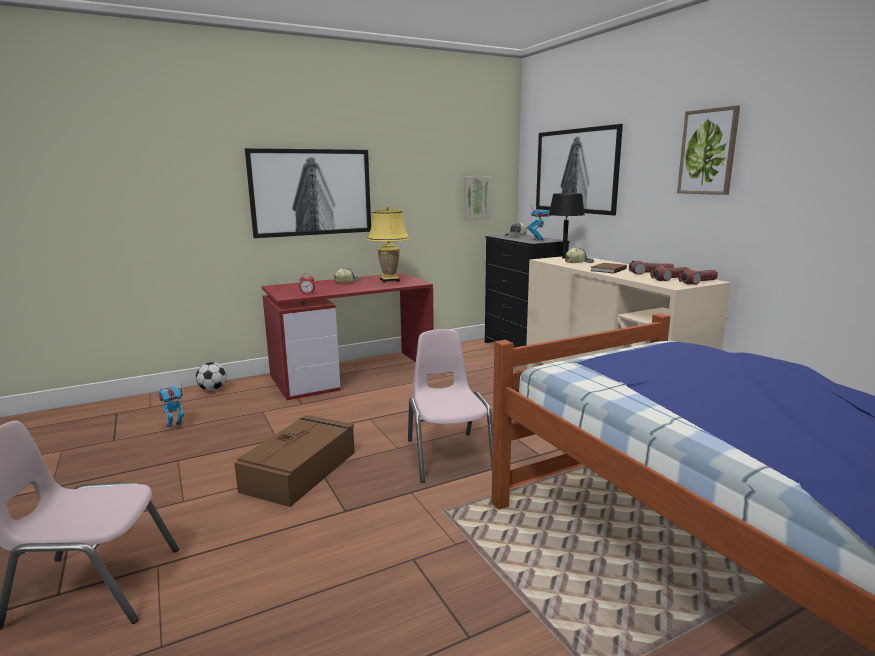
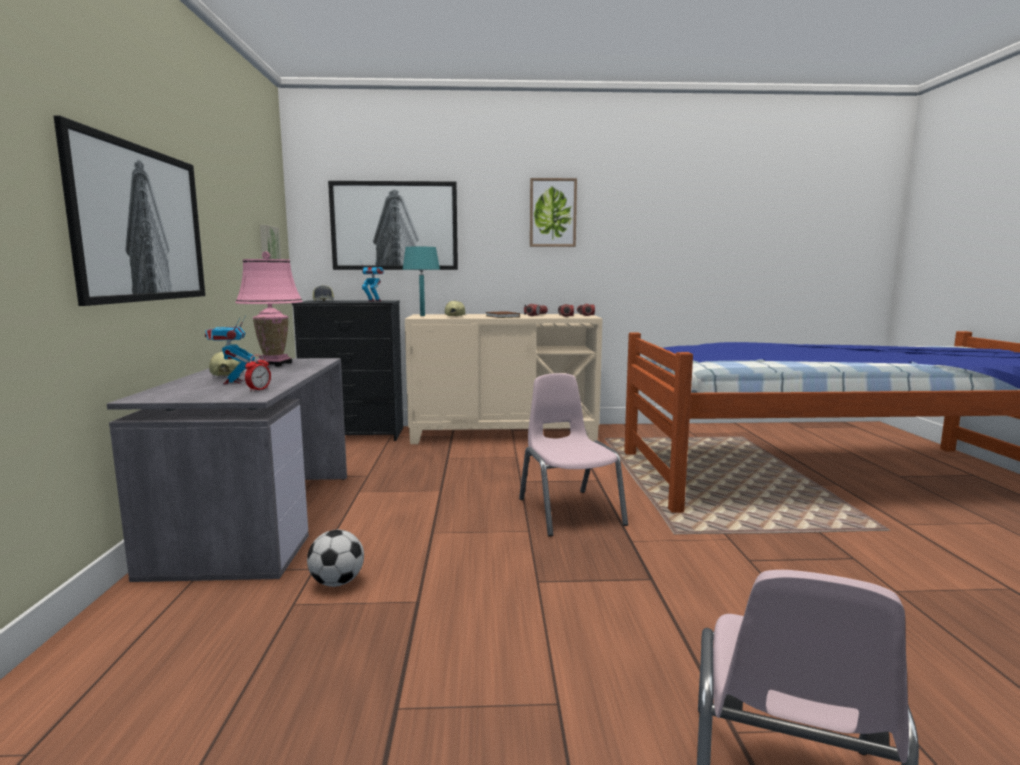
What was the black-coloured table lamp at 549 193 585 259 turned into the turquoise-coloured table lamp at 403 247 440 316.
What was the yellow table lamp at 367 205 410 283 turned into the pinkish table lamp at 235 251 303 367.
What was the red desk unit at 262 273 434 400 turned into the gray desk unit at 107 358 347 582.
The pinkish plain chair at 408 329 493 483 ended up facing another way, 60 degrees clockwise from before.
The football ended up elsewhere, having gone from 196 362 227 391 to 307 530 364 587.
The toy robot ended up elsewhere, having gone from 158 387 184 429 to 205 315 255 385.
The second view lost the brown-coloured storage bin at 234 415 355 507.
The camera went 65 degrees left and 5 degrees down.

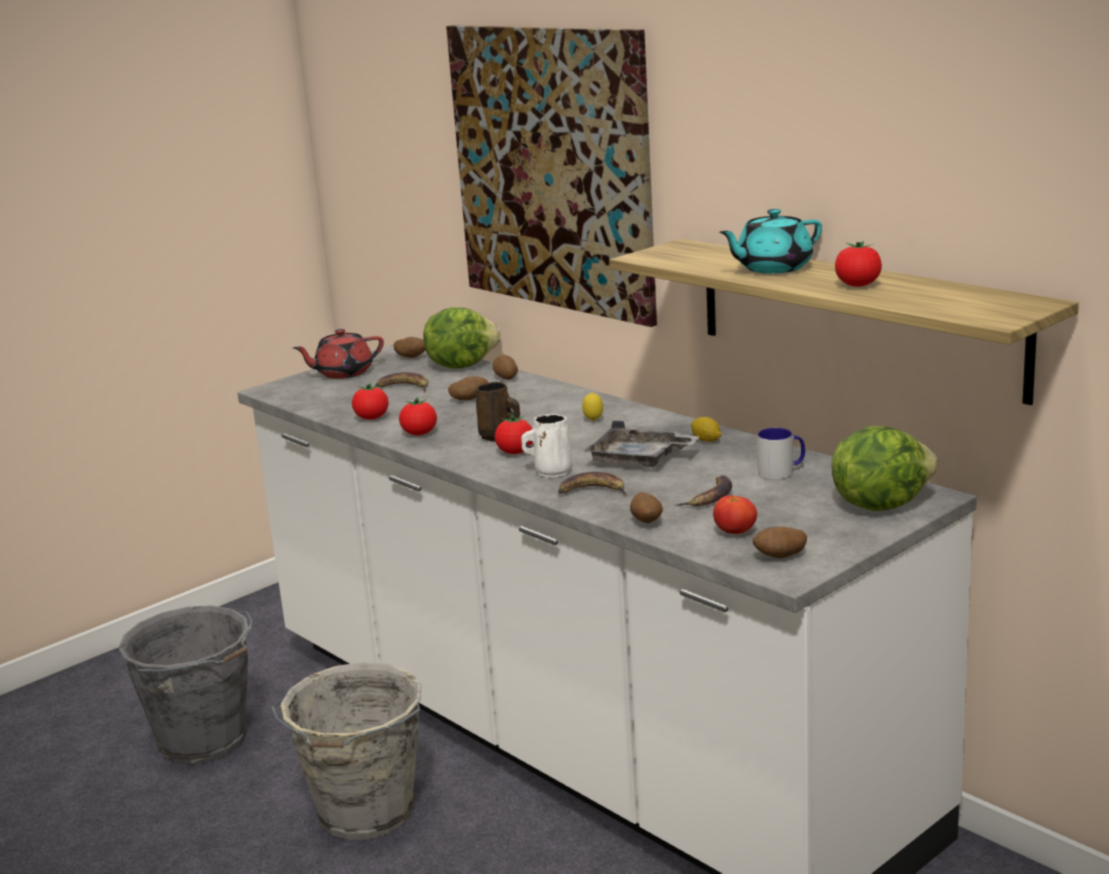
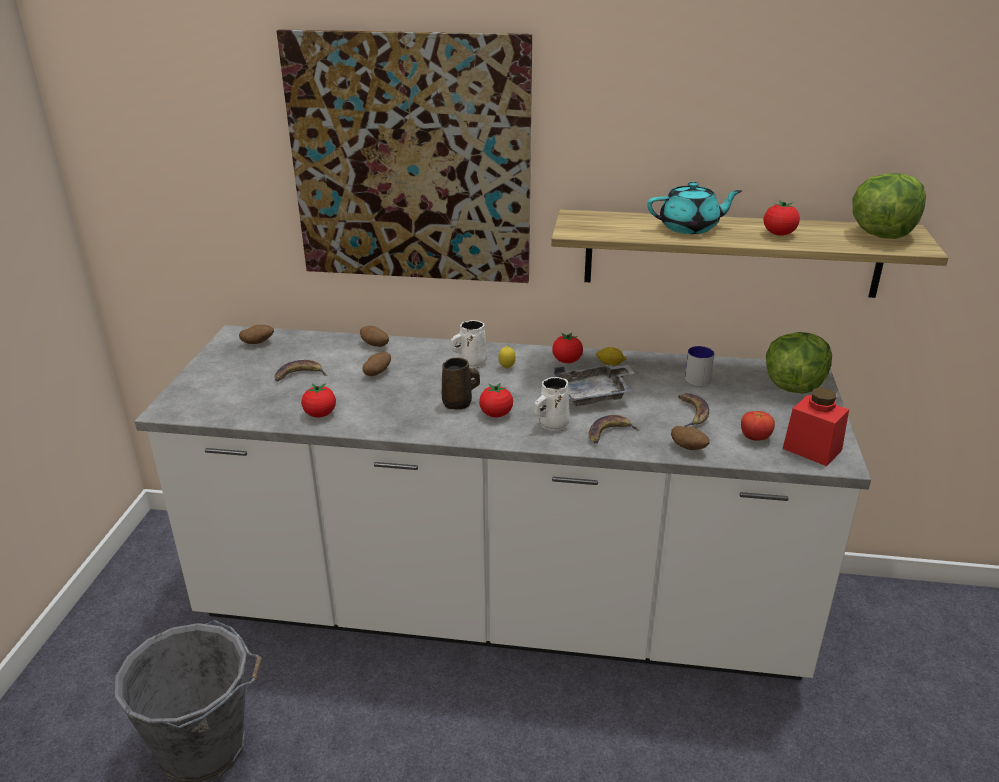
The turquoise-coloured teapot at 719 209 822 273 ended up facing another way, 120 degrees counterclockwise from before.
The lettuce head ended up elsewhere, having gone from 423 307 501 369 to 852 173 926 239.
The second view lost the red teapot at 293 329 384 379.
The fresh tomato ended up elsewhere, having gone from 399 397 437 435 to 552 333 583 363.
Where the potato stood at 753 527 807 558, the red jar came to stand at 783 387 849 466.
The second view lost the gray bucket at 271 662 421 840.
The second view gained the white-coloured mug at 451 320 487 369.
The camera went 40 degrees left and 10 degrees up.

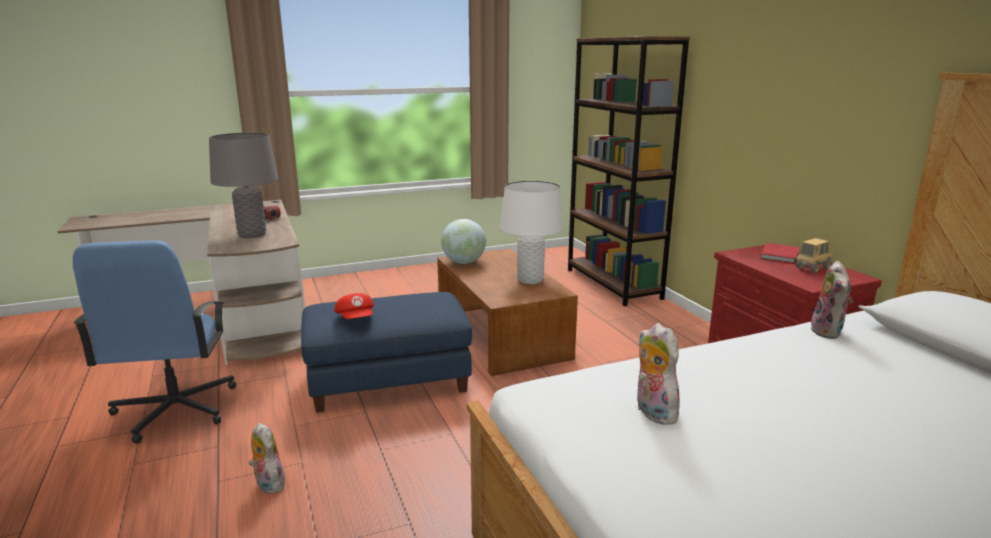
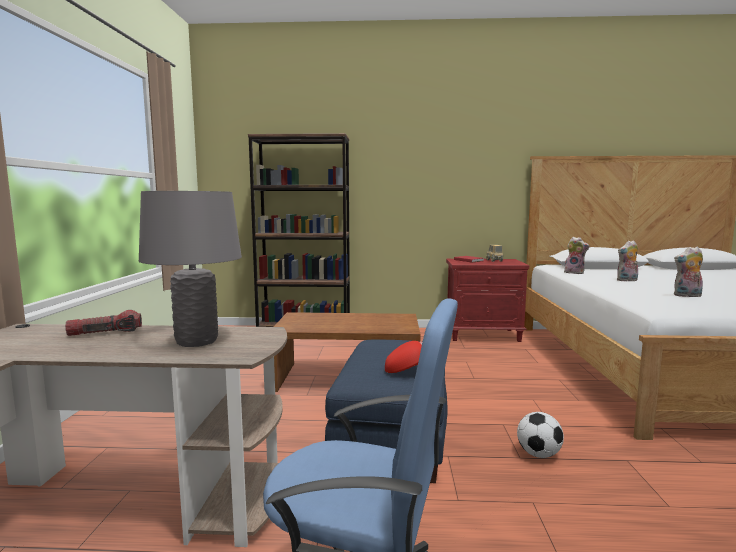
The second view lost the white-coloured table lamp at 501 181 563 284.
The second view lost the globe at 441 219 486 264.
The soft toy ended up elsewhere, having gone from 248 423 285 494 to 617 240 638 282.
The second view gained the football at 517 412 564 458.
The camera went 65 degrees left and 10 degrees down.

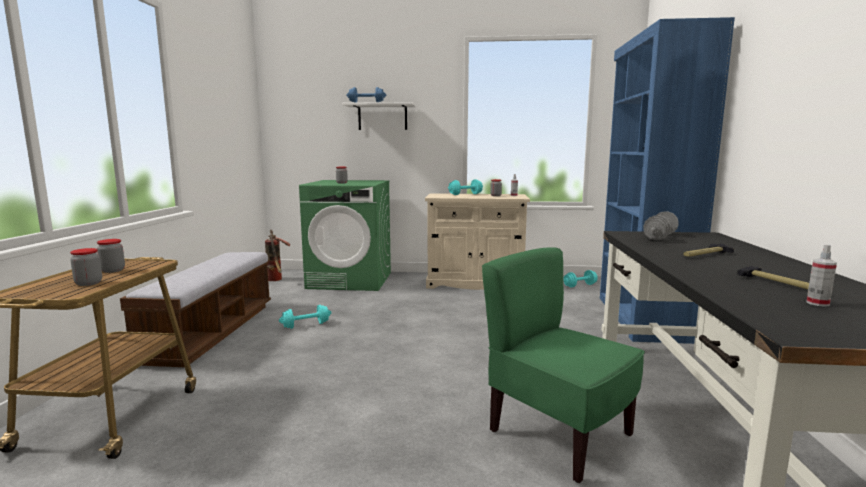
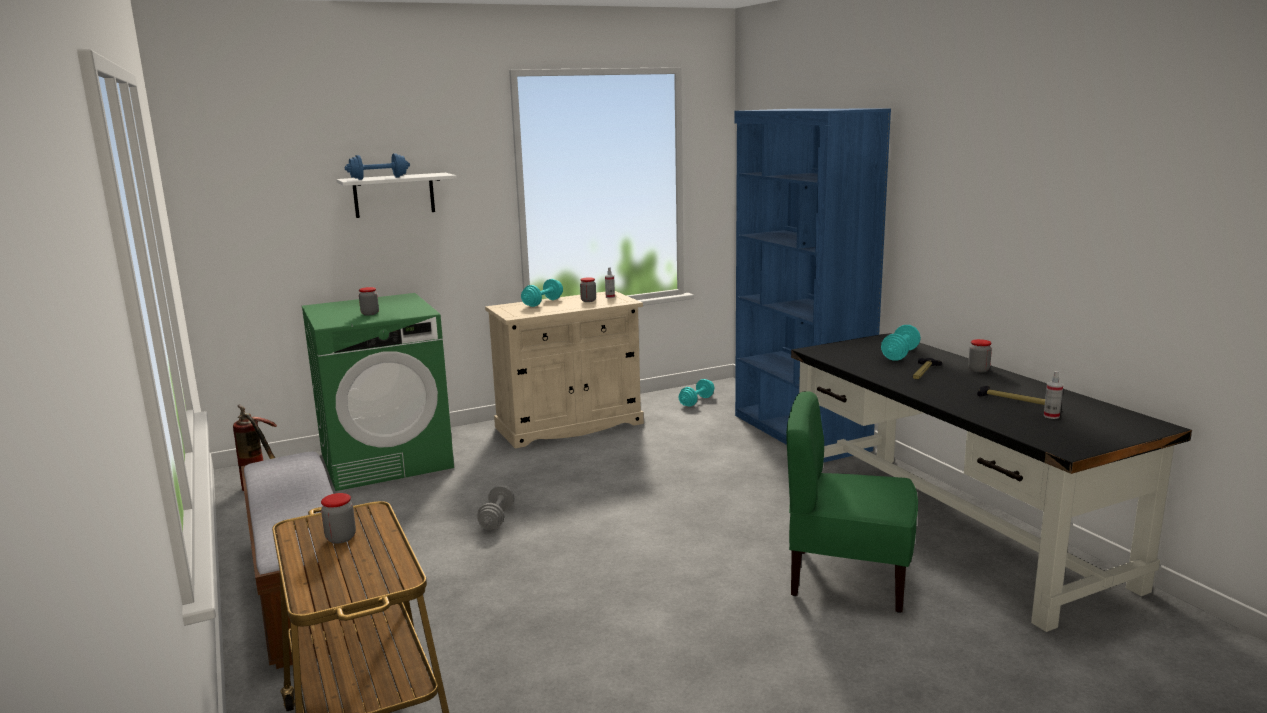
The gray hand weight ended up elsewhere, having gone from 643 211 679 240 to 477 485 515 530.
The jar ended up elsewhere, having gone from 70 248 102 286 to 968 339 992 373.
The turquoise-coloured hand weight ended up elsewhere, having gone from 279 305 331 329 to 881 325 921 361.
The camera went 30 degrees left and 5 degrees up.

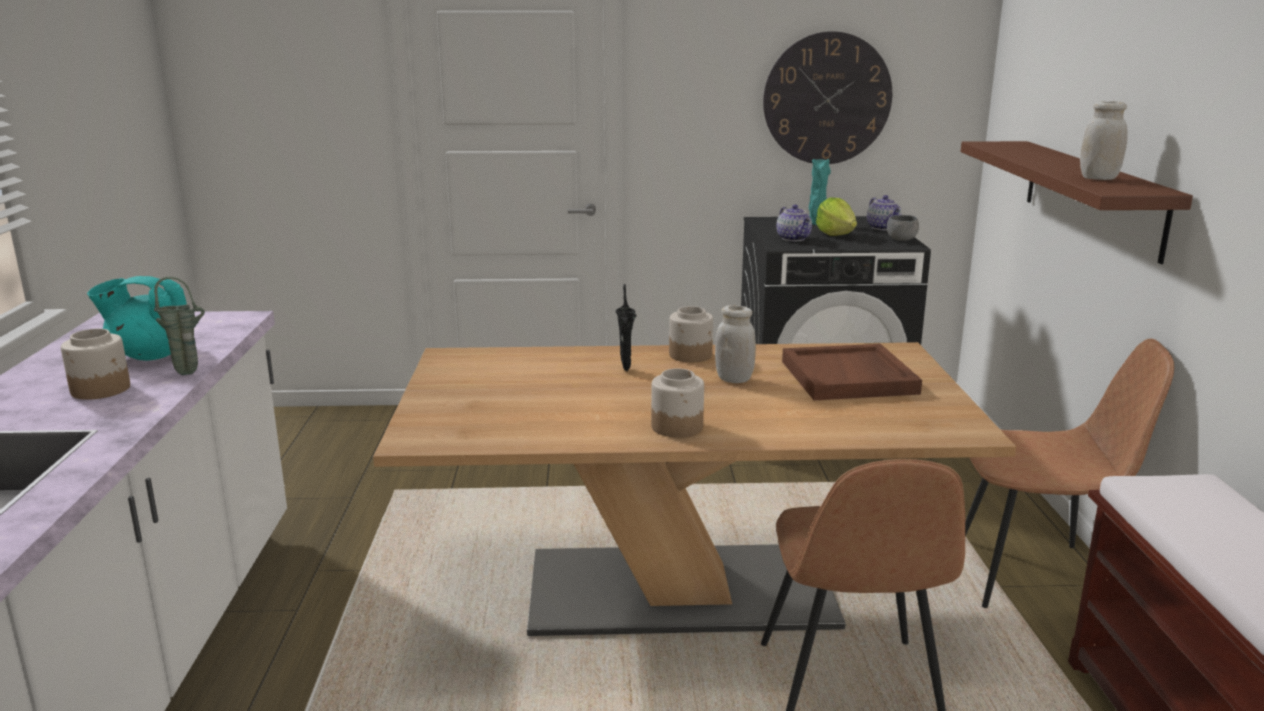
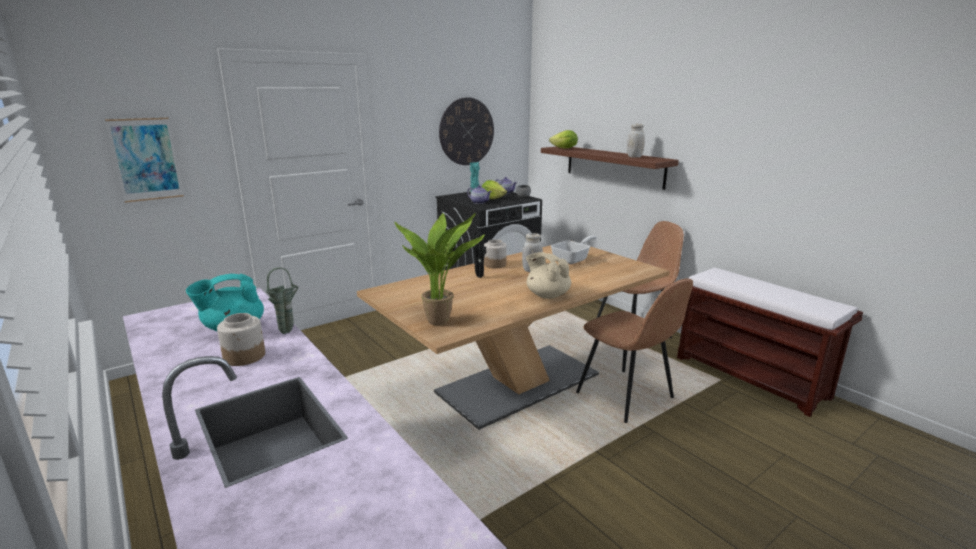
Where the brown-coloured tray stood at 782 344 922 400, the skillet came to stand at 551 236 597 264.
Where the jar stood at 651 369 704 438, the beige-coloured teapot came to stand at 526 252 571 299.
The second view gained the wall art at 105 118 184 203.
The second view gained the lettuce head at 549 130 578 148.
The second view gained the potted plant at 394 213 485 326.
The camera went 35 degrees left and 0 degrees up.

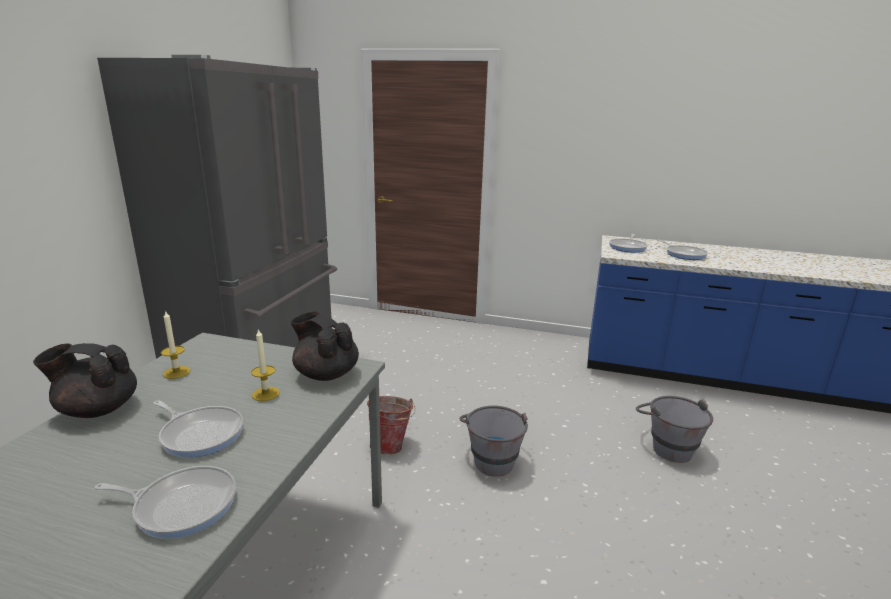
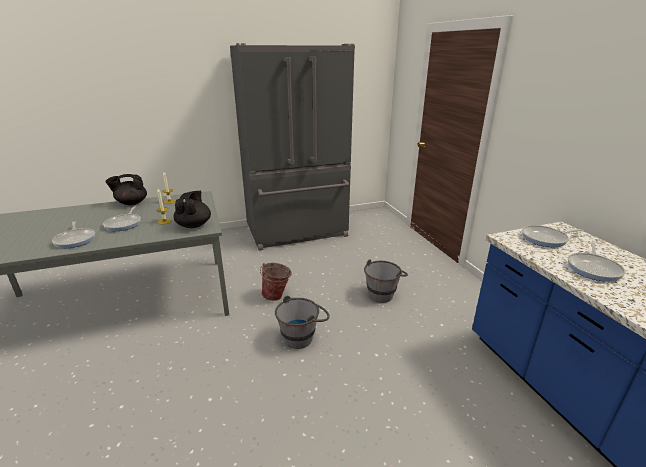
The black-coloured teapot at 33 343 137 418 ended up facing another way, 75 degrees counterclockwise from before.
The gray bucket ended up elsewhere, having gone from 636 396 713 463 to 364 259 408 303.
The camera went 55 degrees right and 5 degrees up.

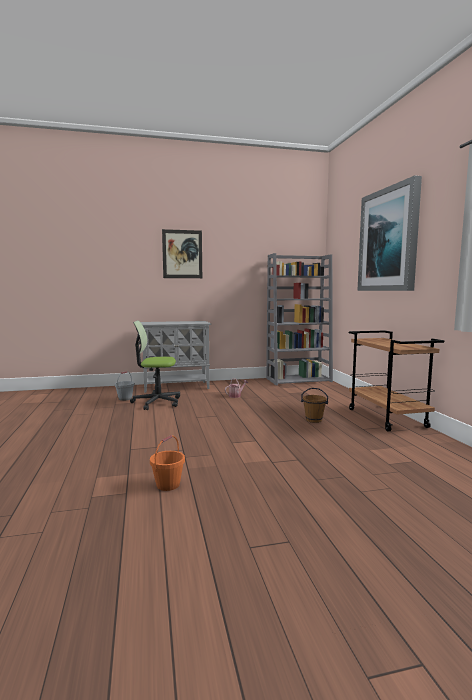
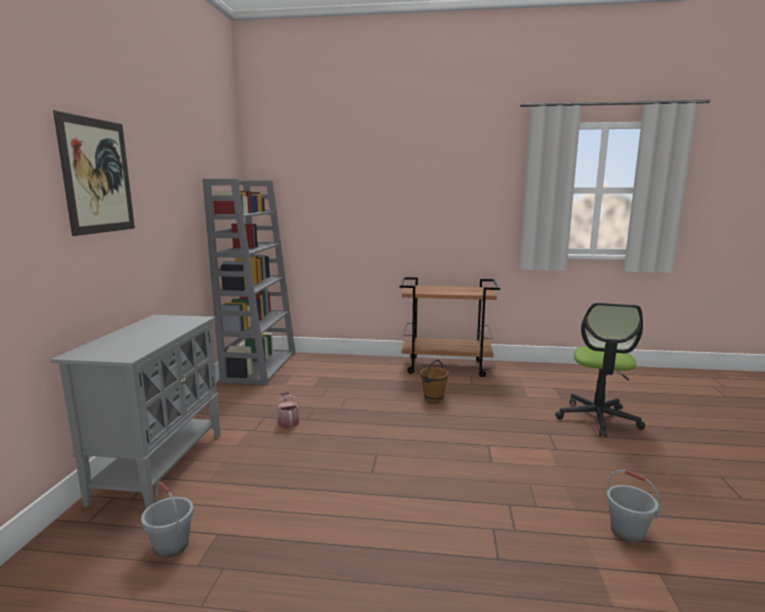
The second view lost the wall art at 357 175 422 291.
The desk chair ended up elsewhere, having gone from 130 320 180 410 to 555 303 646 437.
What was the orange bucket at 150 435 185 491 turned into the gray bucket at 606 470 661 543.
The camera went 70 degrees left and 5 degrees up.

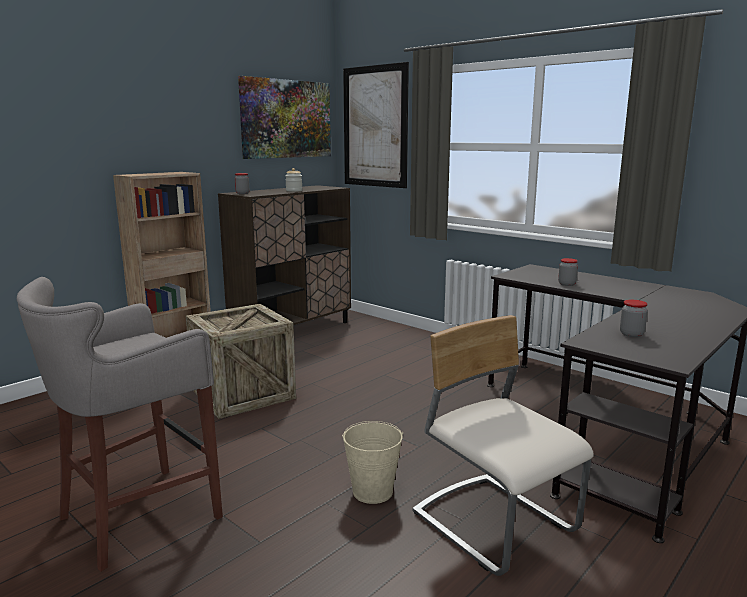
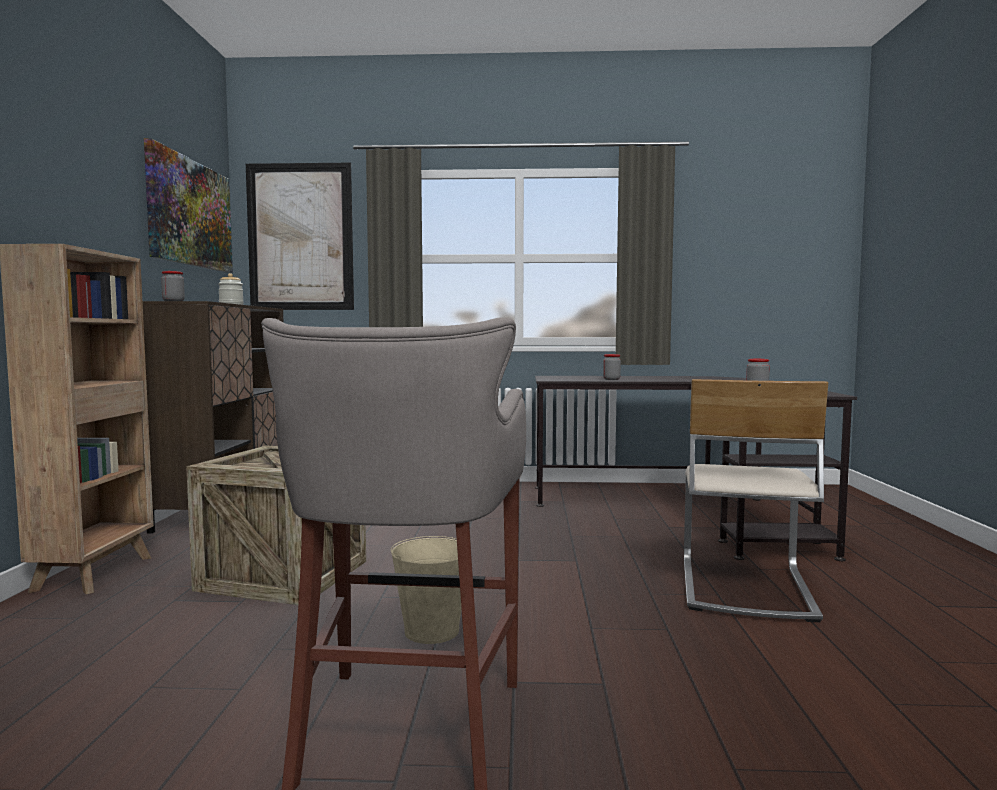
The beige-coloured plain chair at 412 315 594 576 ended up facing another way, 90 degrees counterclockwise from before.
The beige-coloured bucket ended up elsewhere, having gone from 342 421 403 504 to 391 536 461 644.
The camera went 40 degrees left and 10 degrees down.

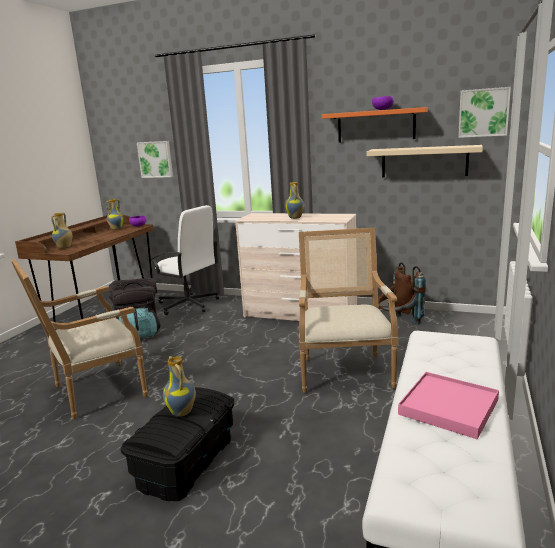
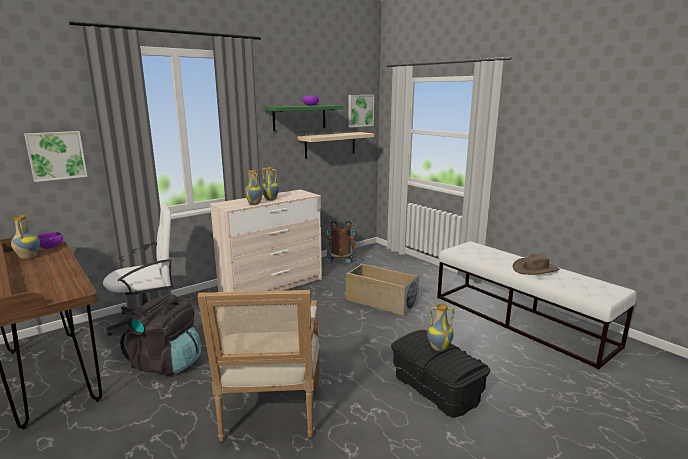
What was the orange shelf at 322 107 428 143 turned into the green-coloured shelf at 264 105 343 131.
The flower vase ended up elsewhere, having gone from 51 213 73 249 to 245 170 263 205.
Where the lounge chair stood at 299 228 398 393, the beige-coloured storage bin came to stand at 346 264 419 317.
Where the pinkish tray stood at 398 372 499 439, the brown-coloured wearable hat came to stand at 513 253 559 275.
The camera went 60 degrees left and 0 degrees up.

